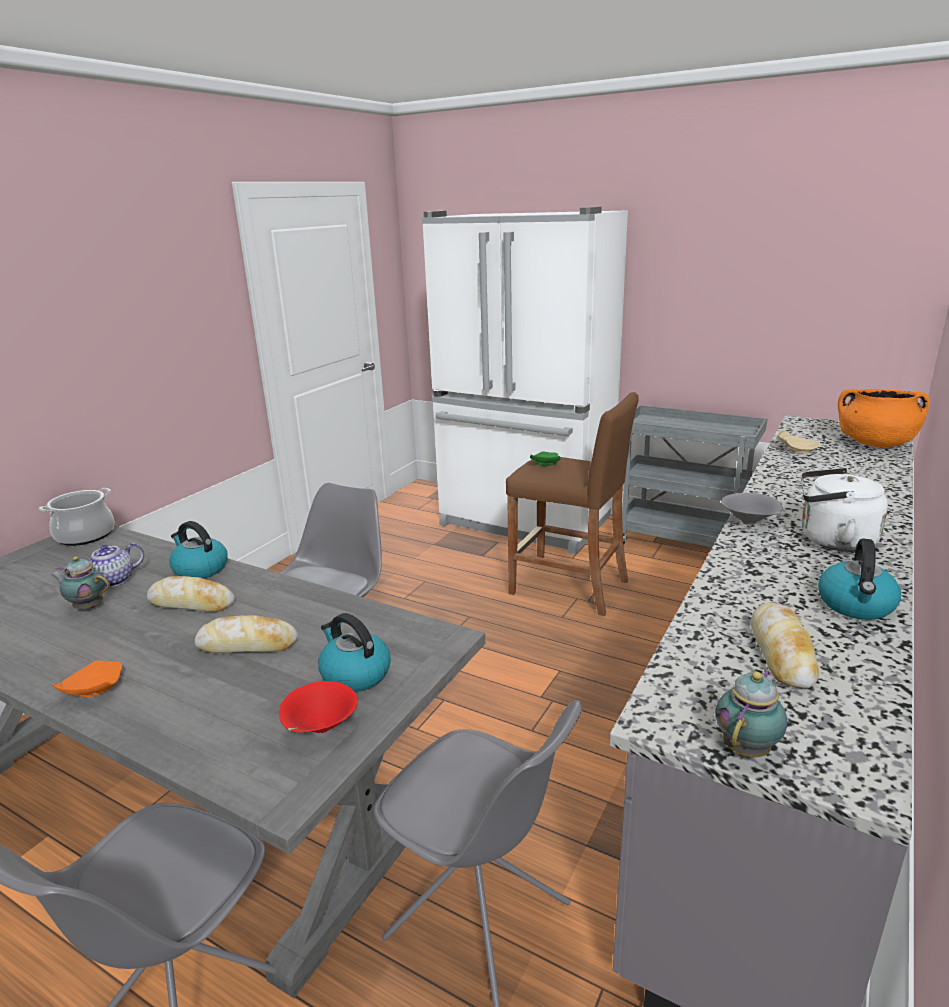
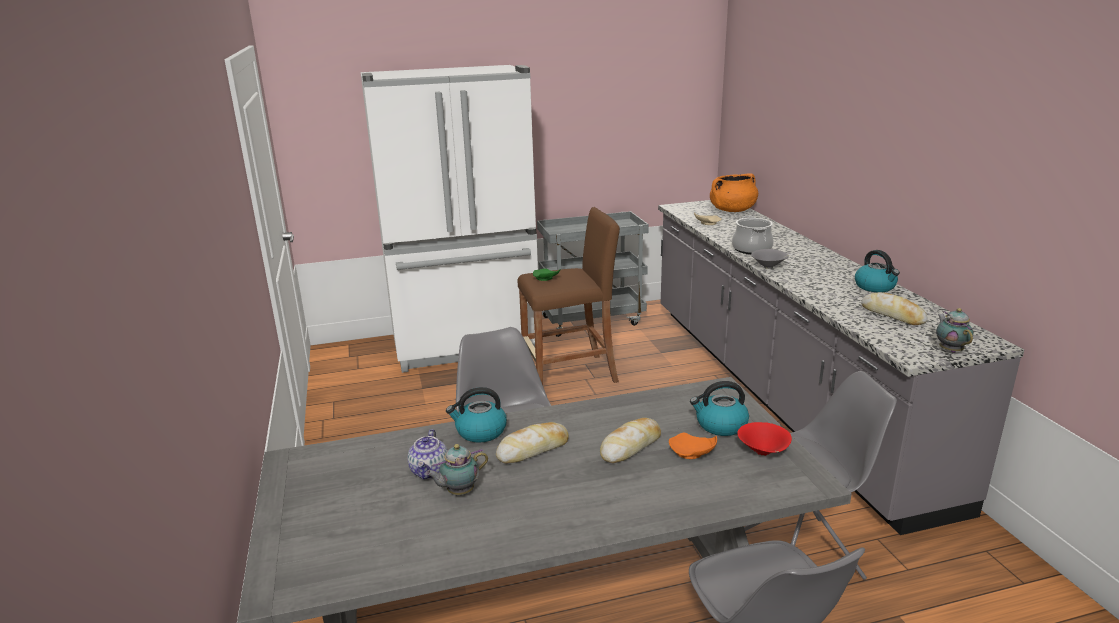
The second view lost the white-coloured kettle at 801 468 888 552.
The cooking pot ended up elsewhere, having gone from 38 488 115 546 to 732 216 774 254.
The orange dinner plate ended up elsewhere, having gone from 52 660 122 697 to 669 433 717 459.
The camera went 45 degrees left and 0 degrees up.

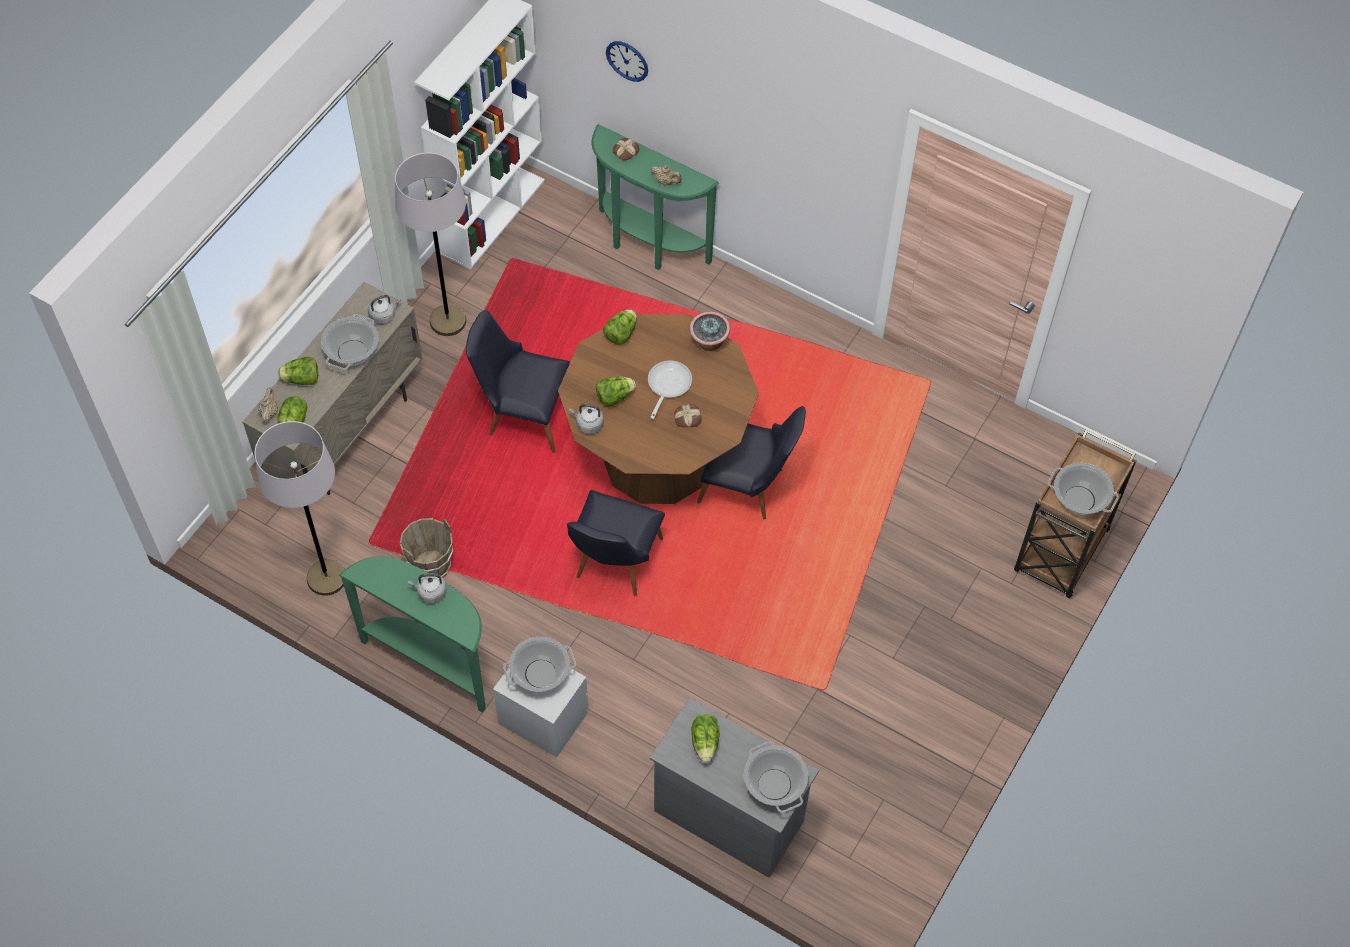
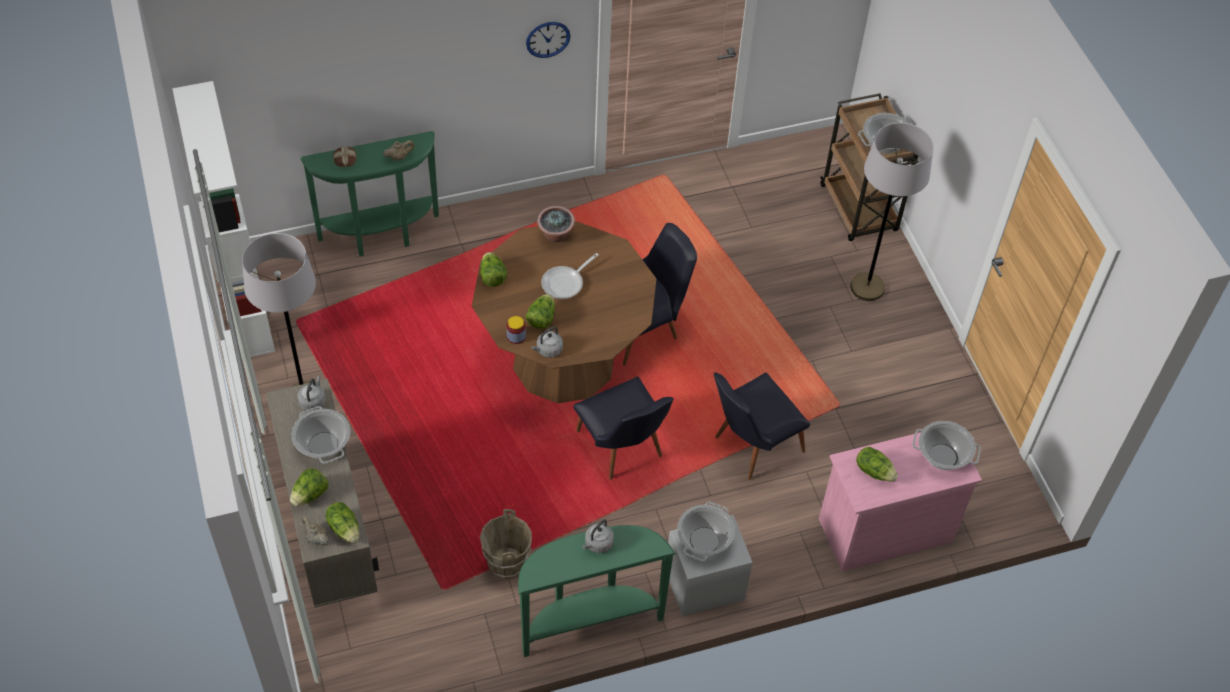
The clock on the wall ended up elsewhere, having gone from 606 41 648 82 to 526 22 571 58.
The black-coloured plain chair ended up elsewhere, having gone from 466 310 570 453 to 714 373 810 480.
The skillet at 648 360 692 419 ended up facing another way, 105 degrees counterclockwise from before.
The second view lost the bakery bread at 674 404 702 427.
The gray standard lamp ended up elsewhere, having gone from 255 421 345 596 to 850 123 934 301.
What was the gray chest of drawers at 650 698 819 878 turned into the pinkish chest of drawers at 819 432 982 571.
The second view gained the jar at 506 316 526 344.
The camera went 50 degrees left and 5 degrees down.

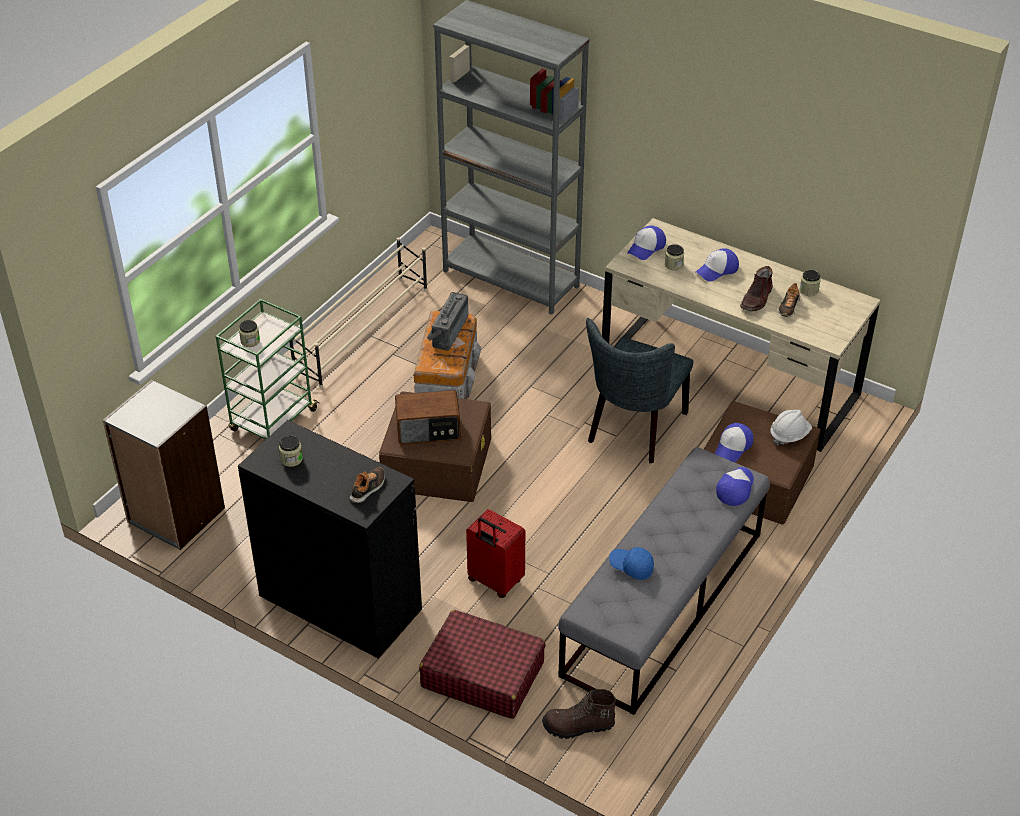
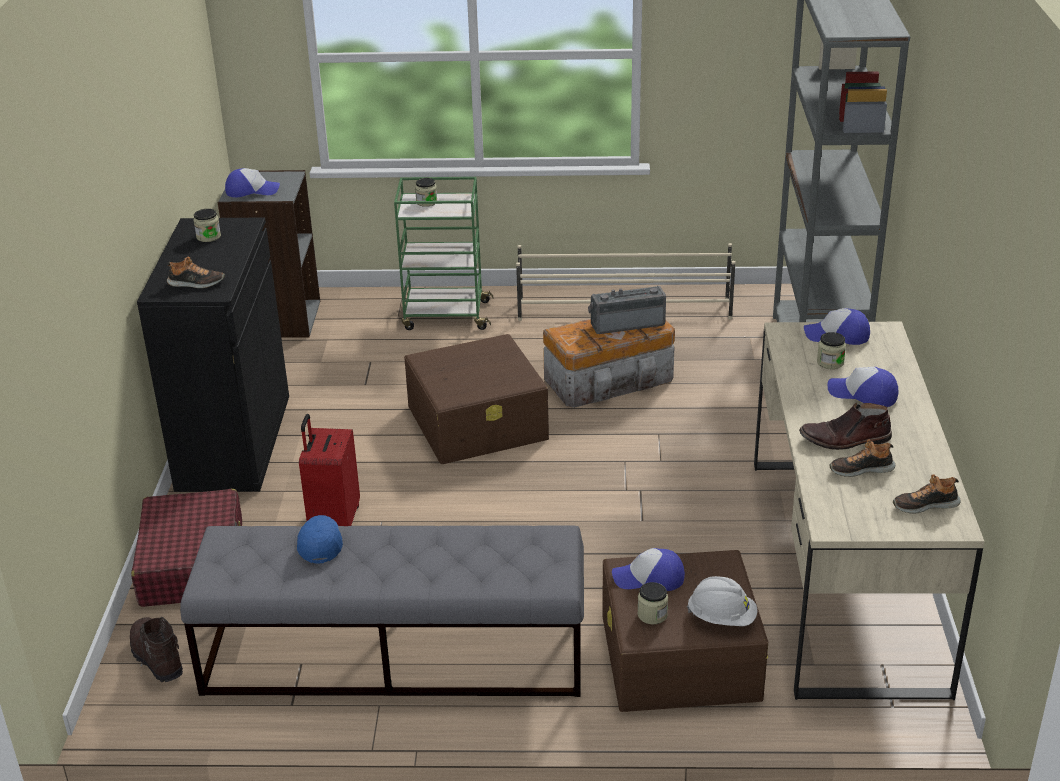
The jar ended up elsewhere, having gone from 800 270 821 296 to 638 582 668 624.
The second view lost the gray plain chair at 586 318 693 463.
The second view lost the radio at 395 390 461 445.
The cap ended up elsewhere, having gone from 716 467 754 506 to 225 168 280 198.
The second view gained the item of footwear at 893 474 961 513.
The camera went 60 degrees right and 10 degrees down.

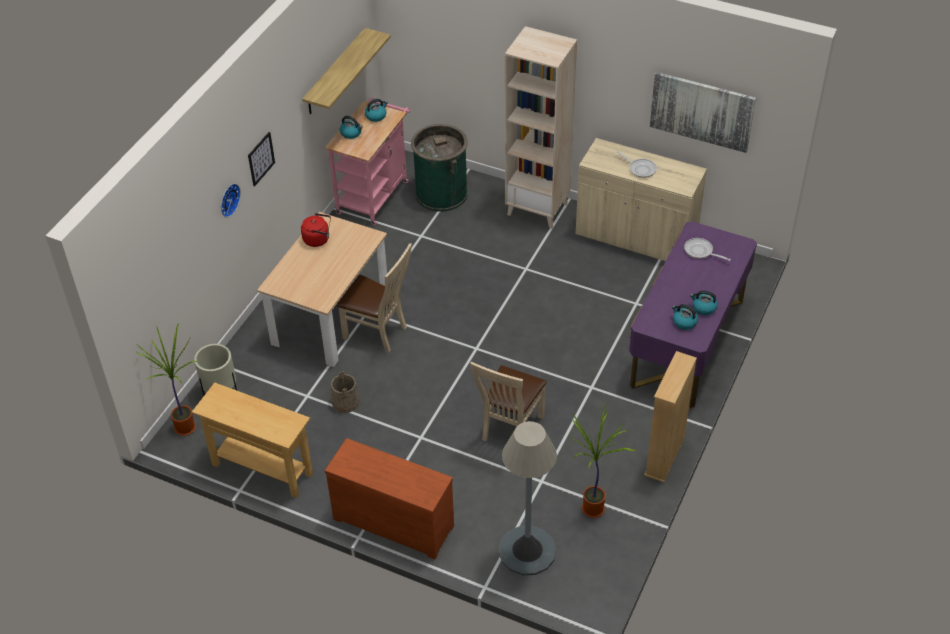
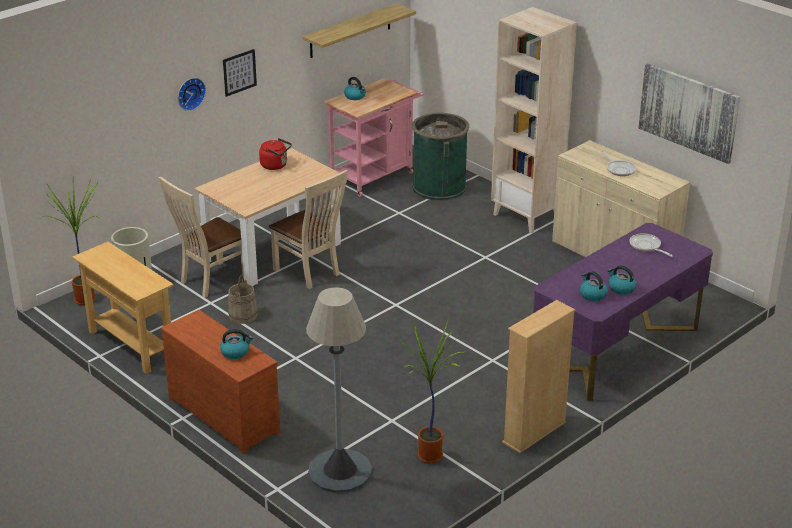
The kettle ended up elsewhere, having gone from 365 99 388 122 to 220 329 253 359.
The beige-coloured plain chair ended up elsewhere, having gone from 470 362 547 441 to 159 176 244 298.
The camera went 20 degrees right and 15 degrees down.

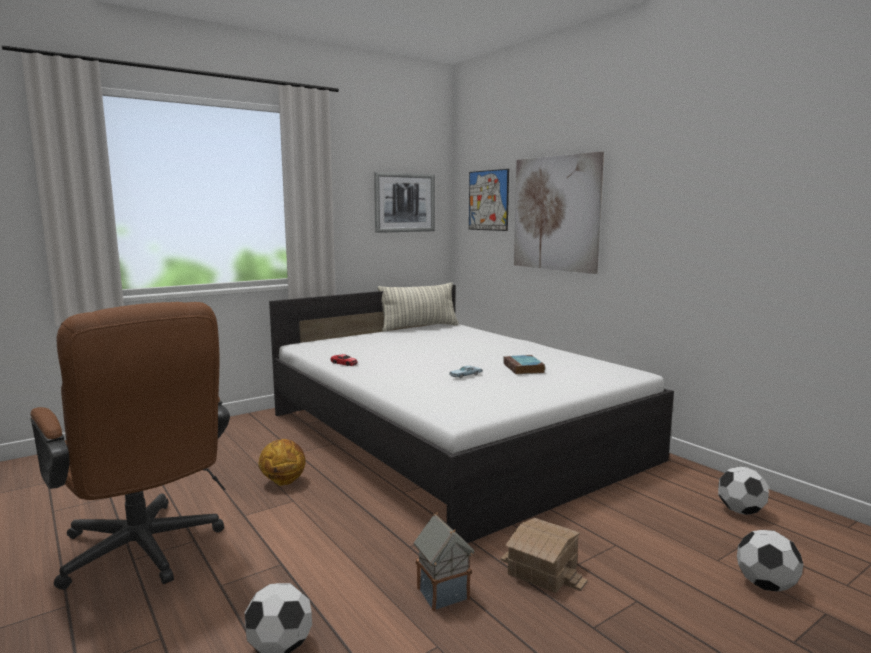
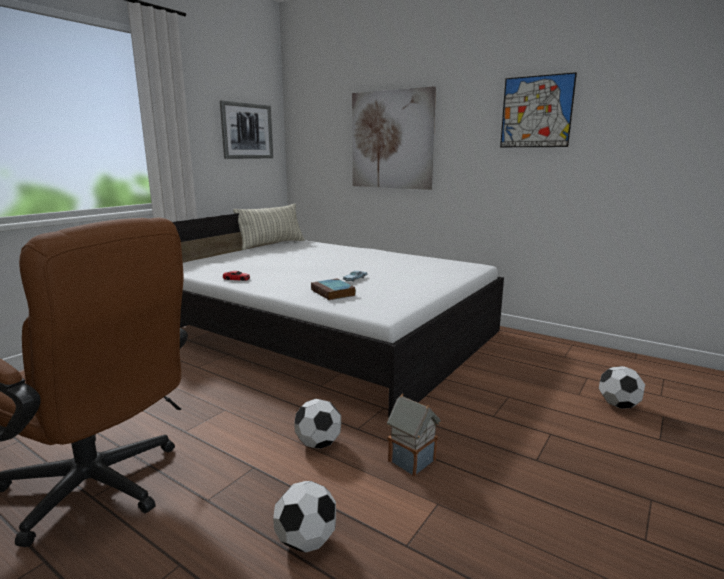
The wall art ended up elsewhere, having gone from 469 169 509 231 to 500 72 577 147.
The book ended up elsewhere, having gone from 503 355 545 374 to 311 279 356 300.
The second view lost the basketball at 258 439 306 486.
The football ended up elsewhere, having gone from 718 467 769 515 to 294 399 341 449.
The second view lost the toy house at 501 518 588 593.
The camera went 20 degrees left and 5 degrees up.

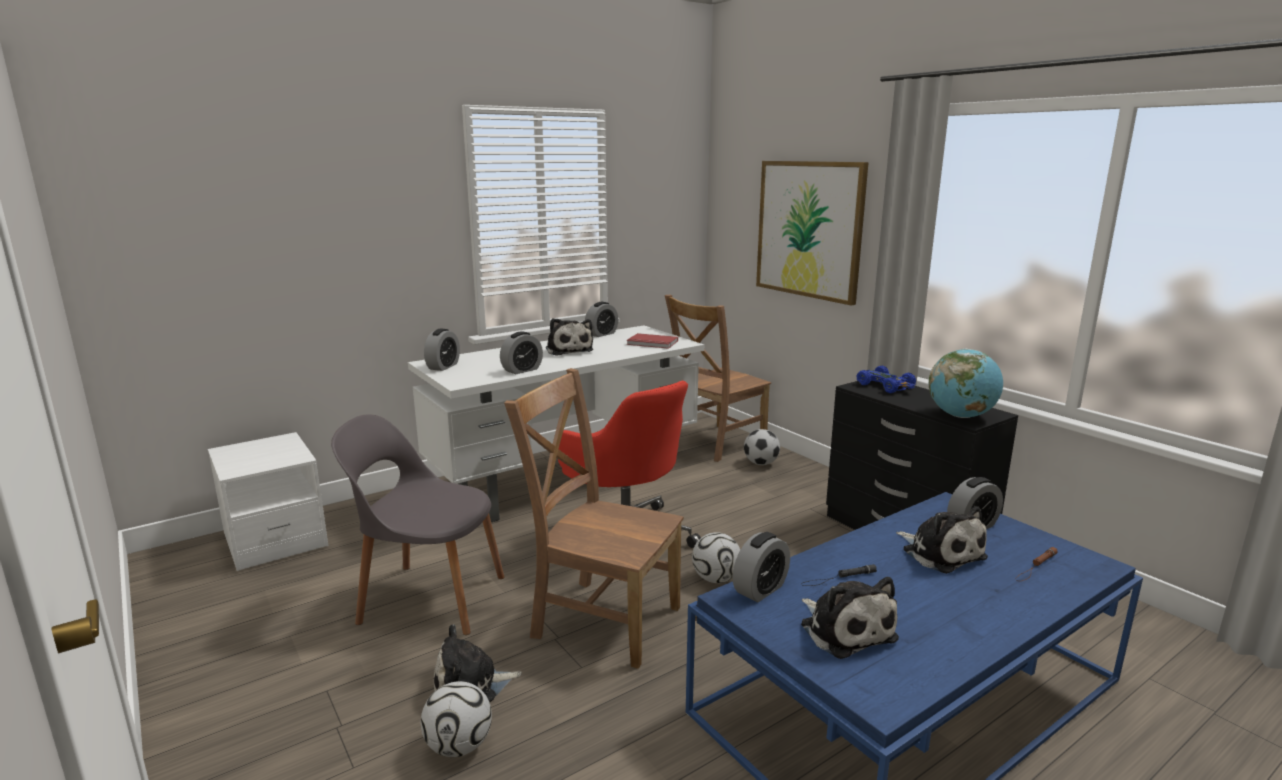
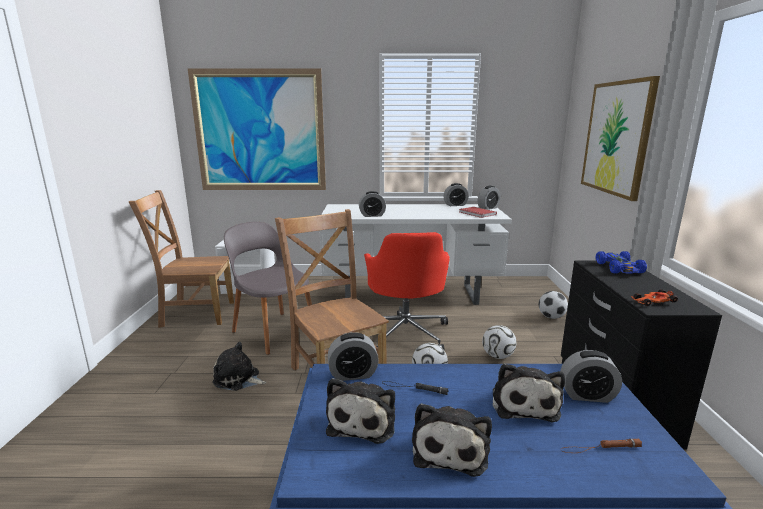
The brown-coloured plain chair ended up elsewhere, having gone from 665 295 771 462 to 129 190 234 328.
The soft toy ended up elsewhere, having gone from 546 318 594 356 to 412 403 492 477.
The bedside clock ended up elsewhere, having gone from 424 329 460 371 to 478 186 500 210.
Where the globe stood at 929 349 1003 418, the miniature car came to stand at 631 289 678 306.
The football ended up elsewhere, having gone from 421 681 492 757 to 482 325 516 359.
The second view gained the wall art at 188 68 326 190.
The camera went 35 degrees right and 0 degrees up.

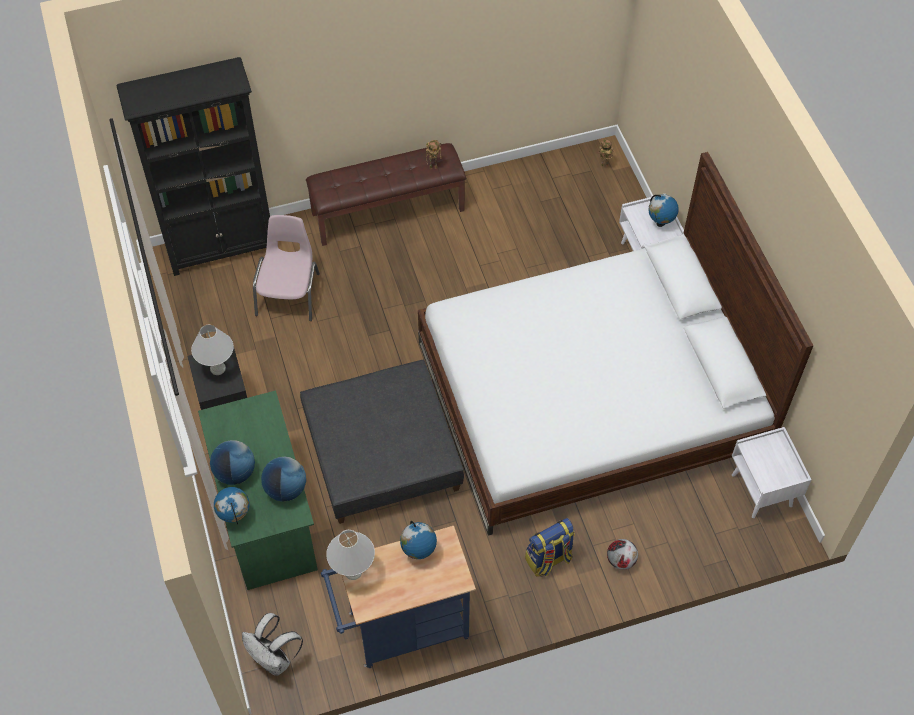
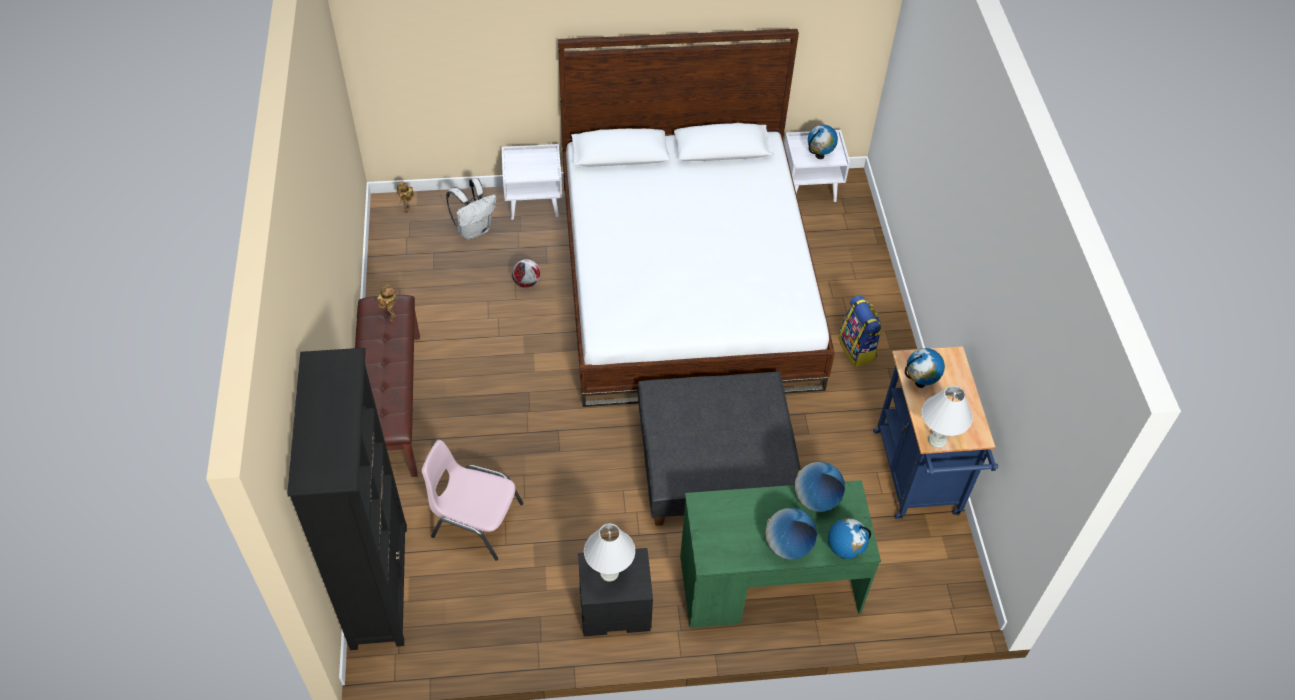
The globe ended up elsewhere, having gone from 648 194 679 227 to 808 124 838 159.
The football ended up elsewhere, having gone from 607 539 638 570 to 512 259 541 288.
The white-coloured knapsack ended up elsewhere, having gone from 242 613 303 676 to 446 178 496 240.
The camera went 80 degrees left and 5 degrees down.

